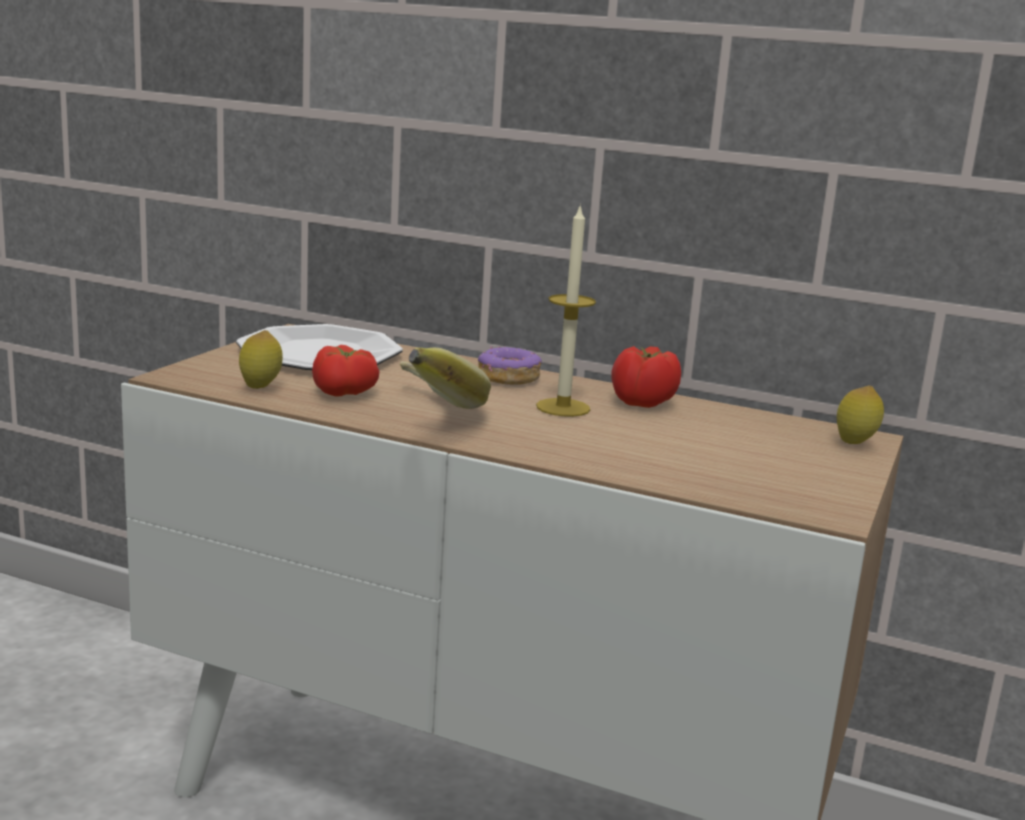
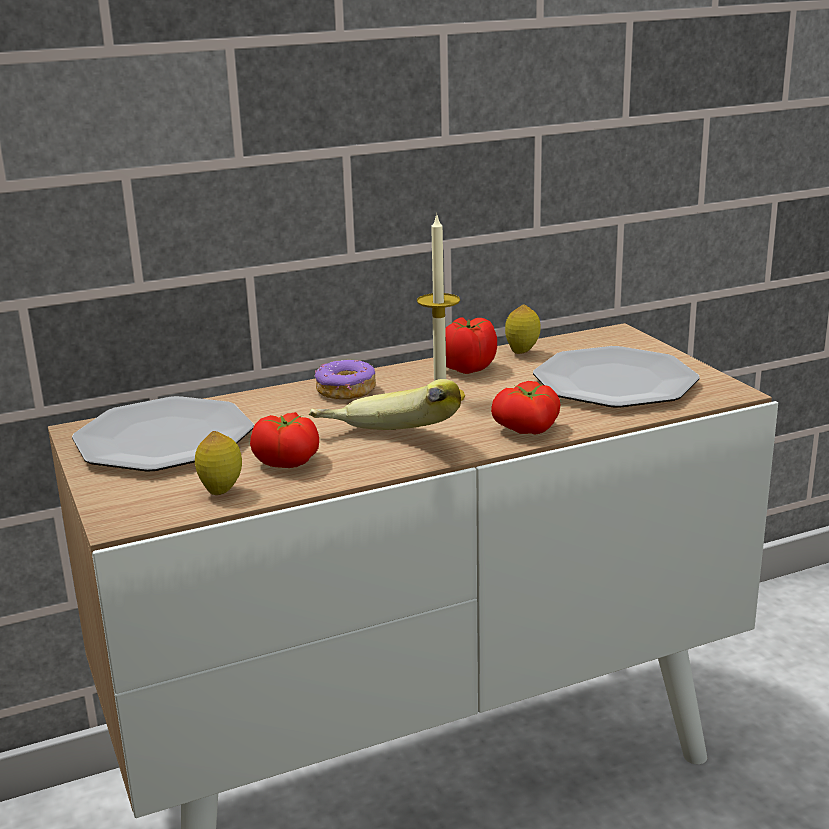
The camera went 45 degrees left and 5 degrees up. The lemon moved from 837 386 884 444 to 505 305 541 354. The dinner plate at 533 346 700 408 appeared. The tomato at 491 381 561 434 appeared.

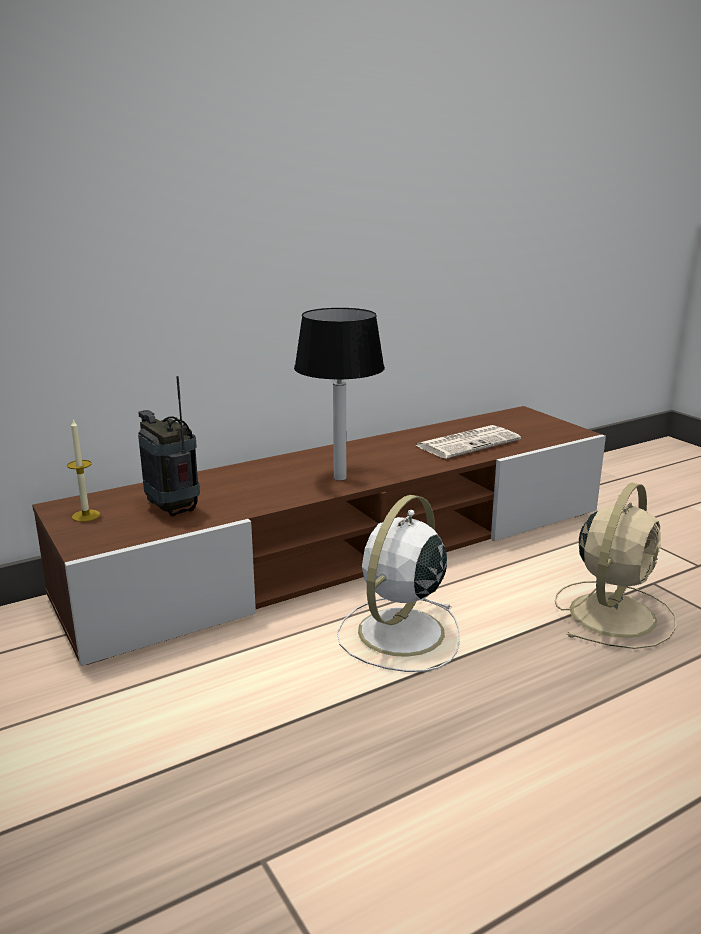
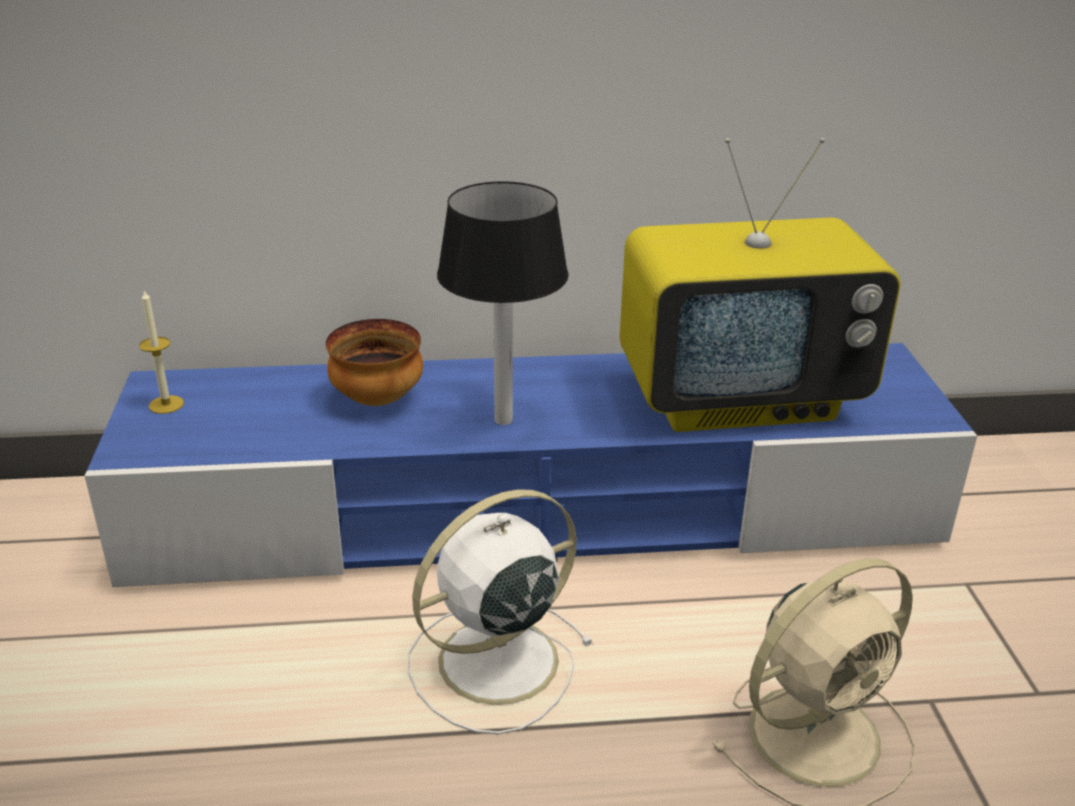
The camera went 25 degrees right and 10 degrees up. The radio at 138 376 200 516 disappeared. The brown media console at 32 406 606 666 became the blue media console at 85 343 977 587. The newspaper at 415 425 521 459 was replaced by the TV set at 620 138 901 432. The serving bowl at 326 319 423 406 appeared.

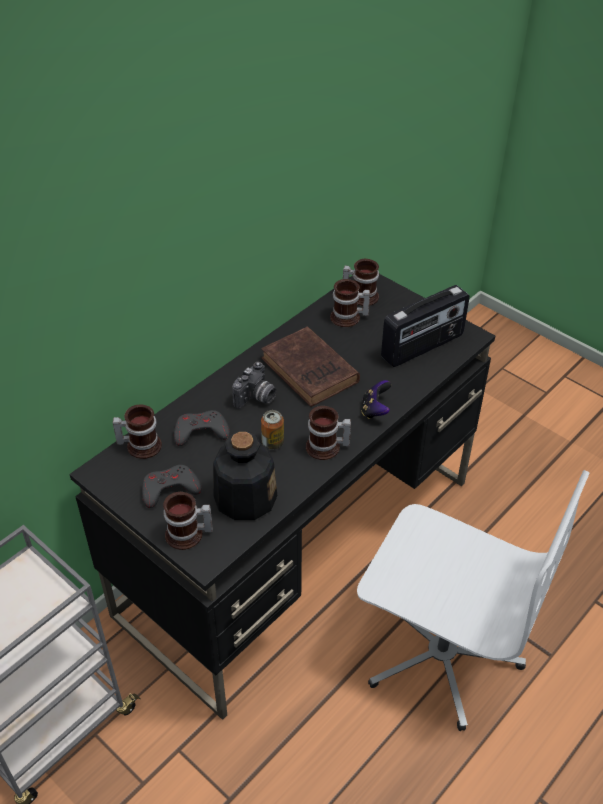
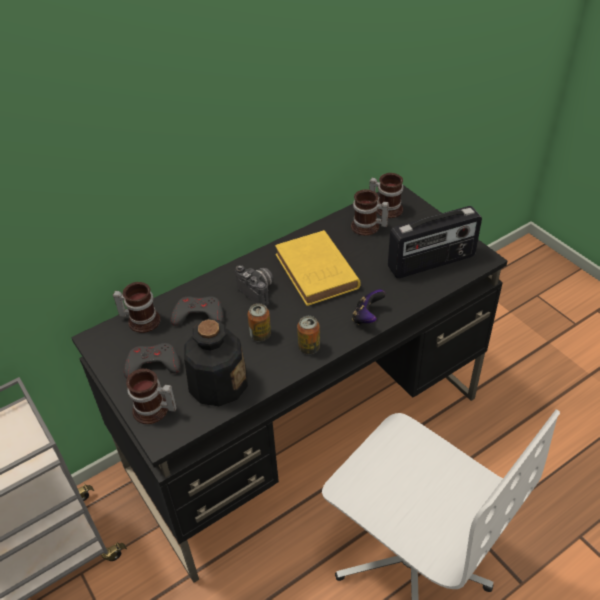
The camera went 15 degrees right and 0 degrees up. The brown book at 262 327 360 407 became the yellow book at 275 230 361 306. The photo camera at 232 362 277 409 turned 90 degrees counterclockwise. The coffee mug at 306 406 351 460 was replaced by the sealed can at 297 316 320 354.

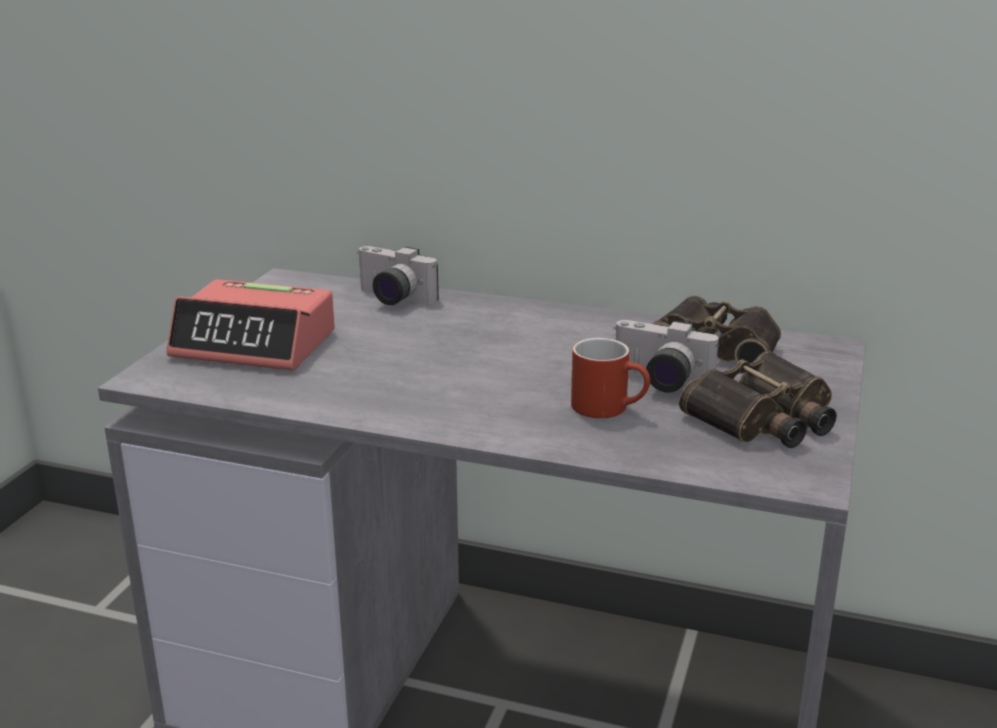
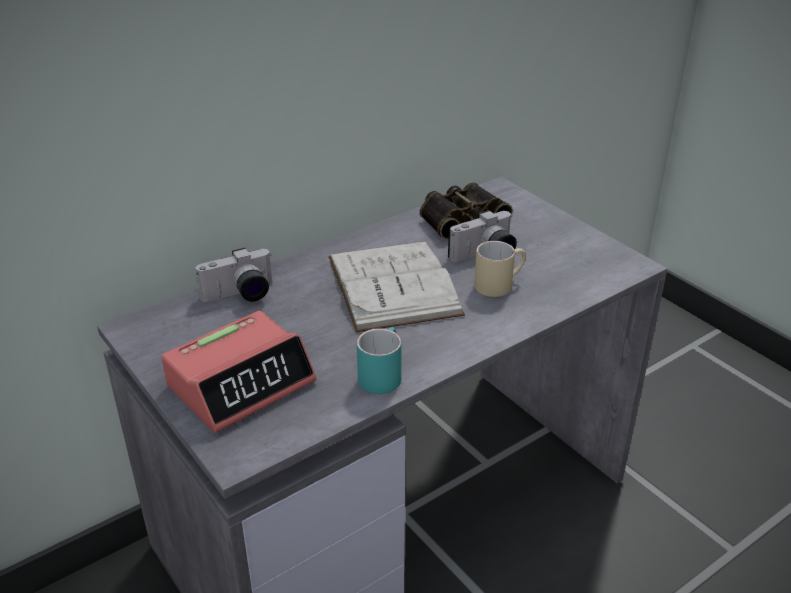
The camera went 55 degrees left and 10 degrees up. The red-coloured coffee mug at 571 338 650 418 became the sand-coloured coffee mug at 474 241 526 297. The field glasses at 679 351 837 448 disappeared. The white book at 328 241 465 333 appeared. The turquoise coffee mug at 357 327 402 394 appeared.

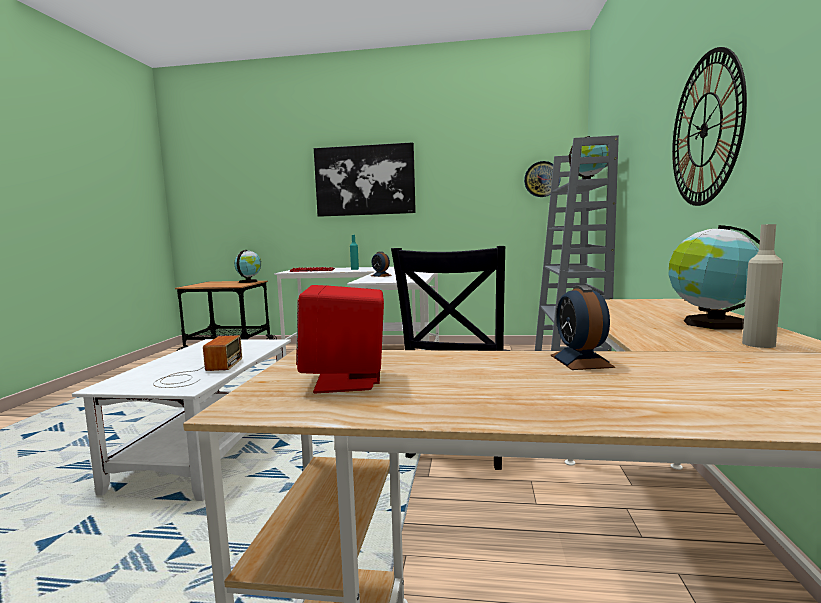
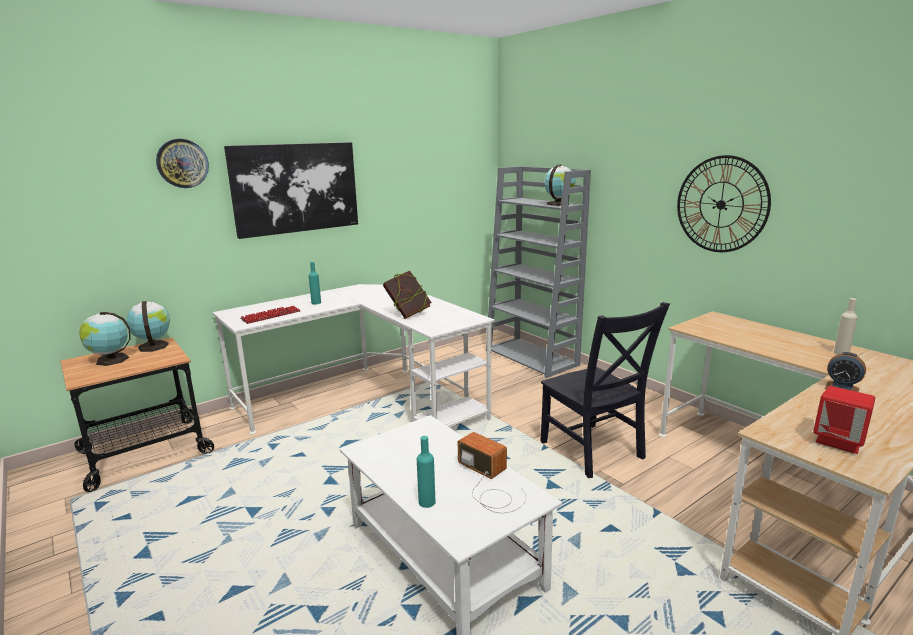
The camera went 45 degrees left and 10 degrees up. The clock on the wall moved from 524 161 561 197 to 156 139 209 188. The desk globe moved from 669 225 760 330 to 79 312 131 366. The table clock at 371 251 392 277 was replaced by the book at 383 271 432 319. The turquoise drink bottle at 417 436 435 508 appeared.

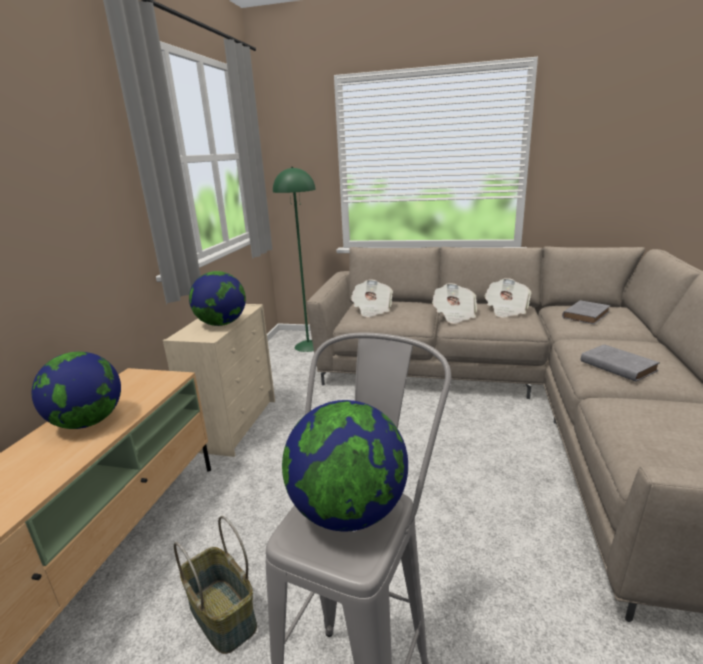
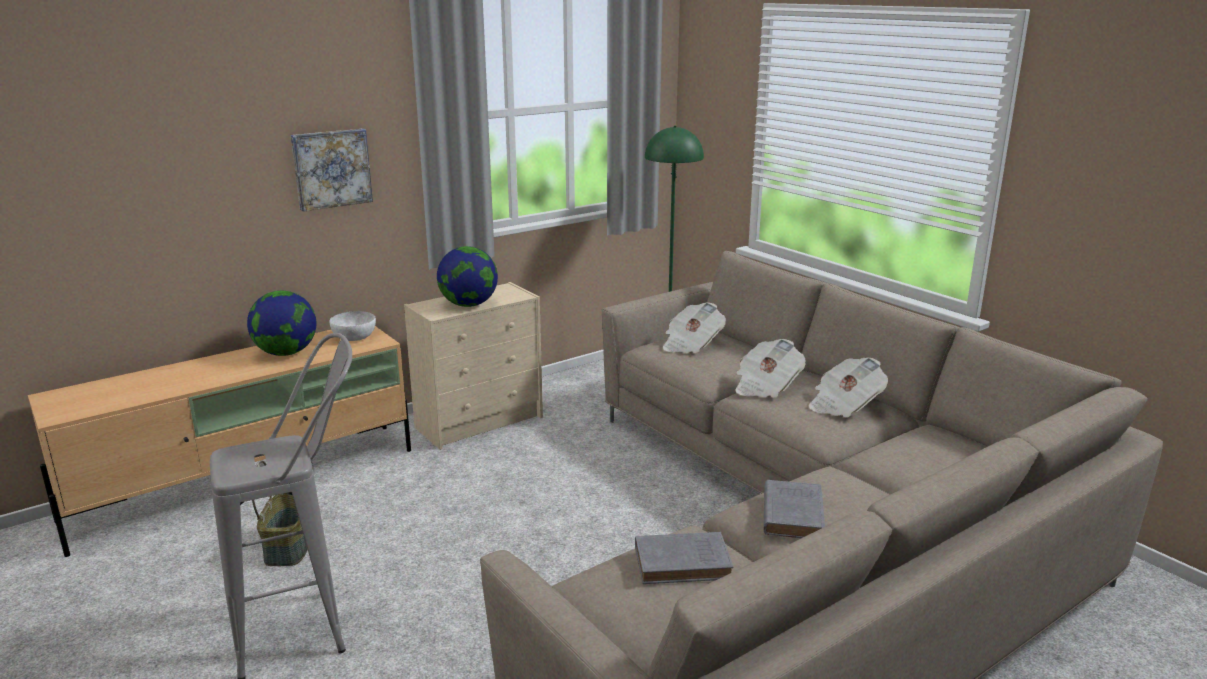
The camera went 40 degrees right and 0 degrees up. The greyish book moved from 562 300 610 324 to 635 532 733 584. The desk globe at 282 400 408 532 disappeared. The wall art at 291 128 373 212 appeared. The white serving bowl at 330 311 376 341 appeared.

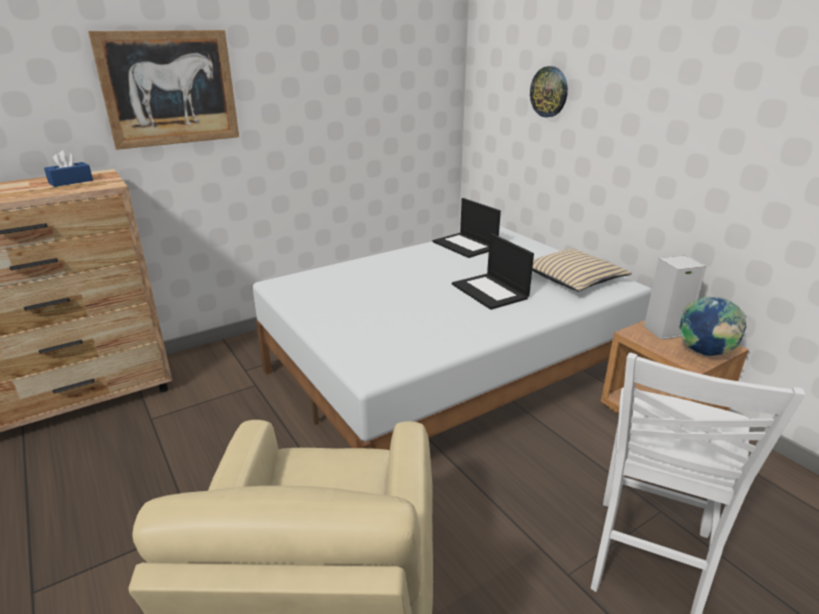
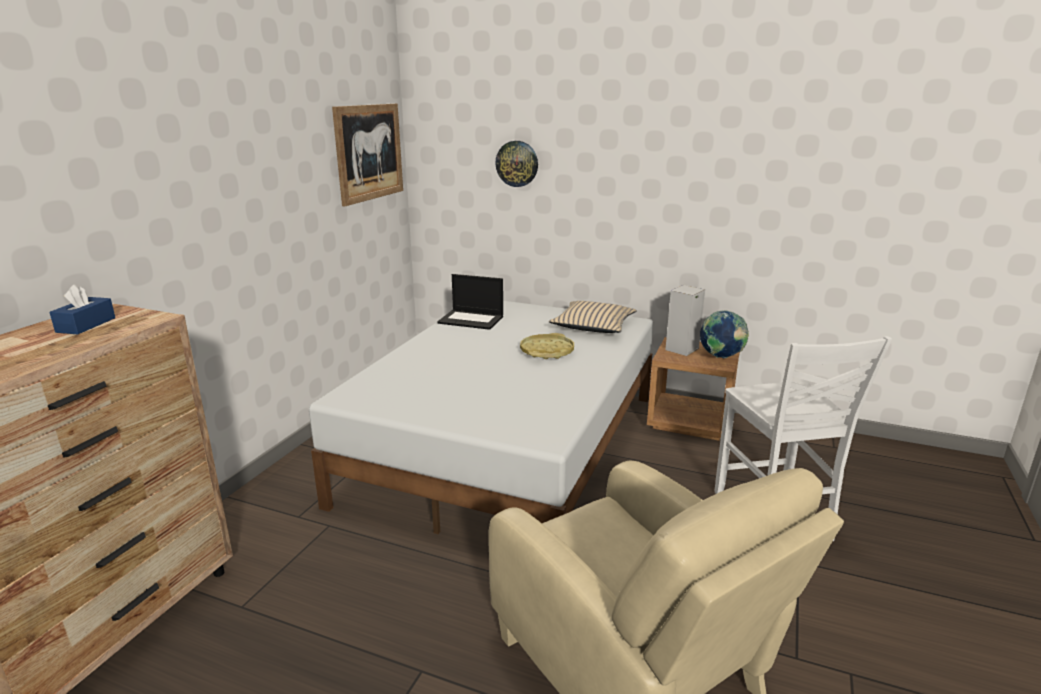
The camera went 35 degrees left and 5 degrees down. The wall art moved from 88 30 239 150 to 332 103 403 206. The notebook computer at 452 233 534 310 was replaced by the yellow tray at 520 333 574 359.

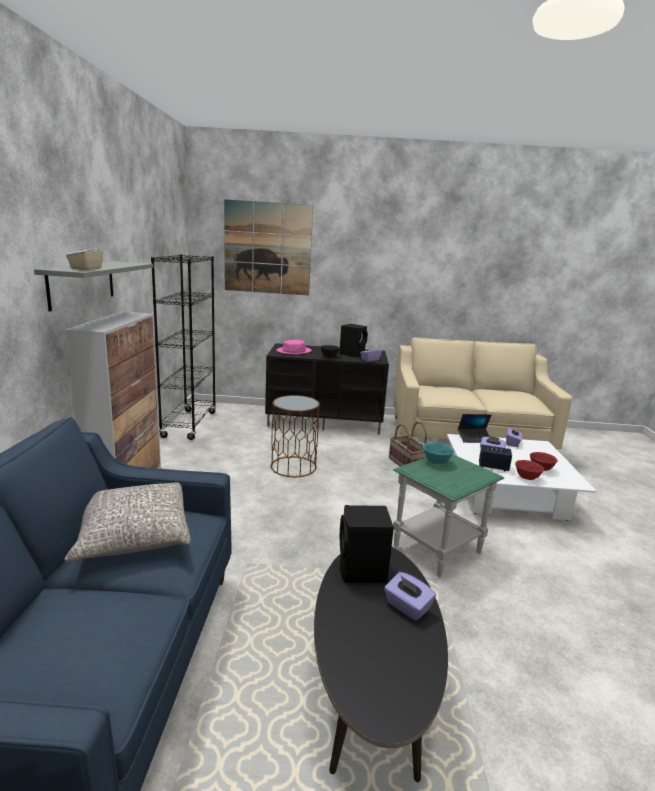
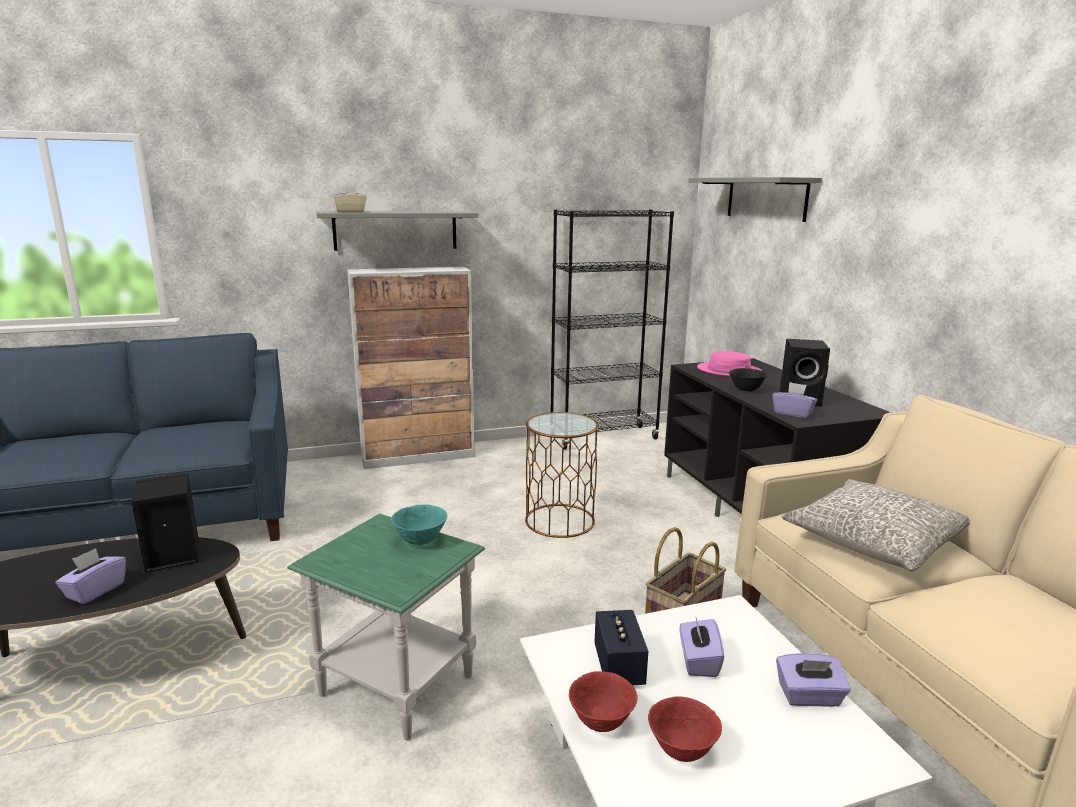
The camera went 70 degrees right and 0 degrees up. The wall art at 224 199 313 295 was replaced by the greyish shelf at 688 177 822 222. The notebook computer at 458 414 491 443 disappeared. The greyish throw pillow moved from 64 482 191 562 to 782 479 970 572.

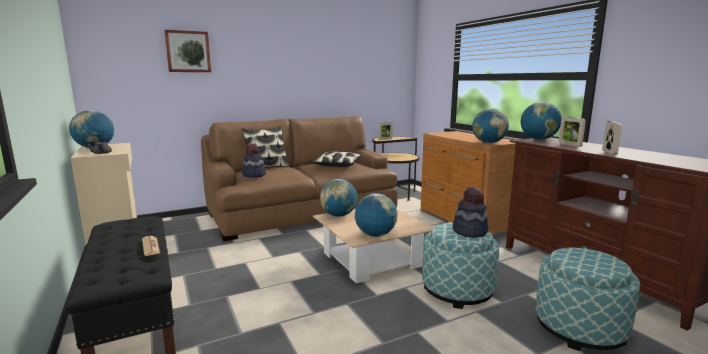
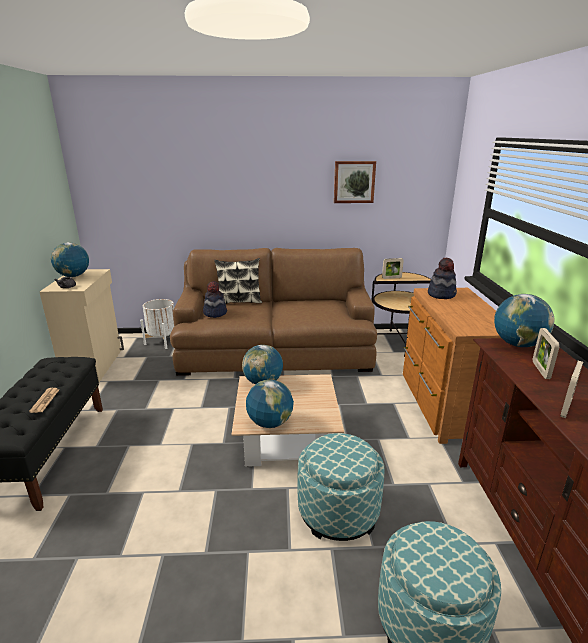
The camera went 25 degrees right and 10 degrees up. The wall art moved from 164 29 211 72 to 334 161 376 203. The desk globe at 472 108 509 143 disappeared. The throw pillow at 312 151 361 167 disappeared. The wearable hat moved from 453 186 489 238 to 428 257 457 299. The white flower pot at 140 299 174 349 appeared.

